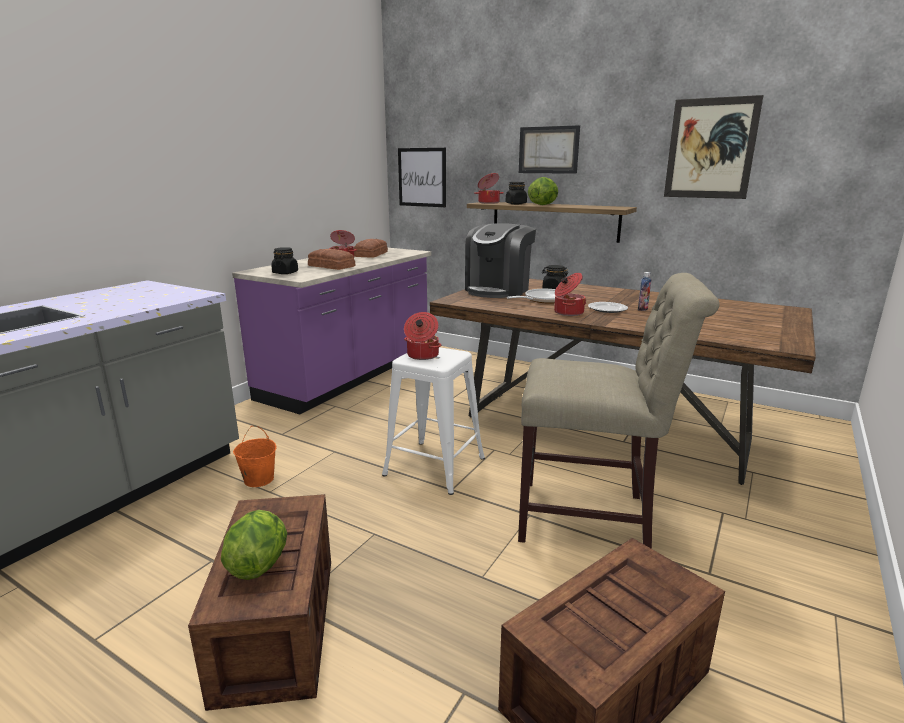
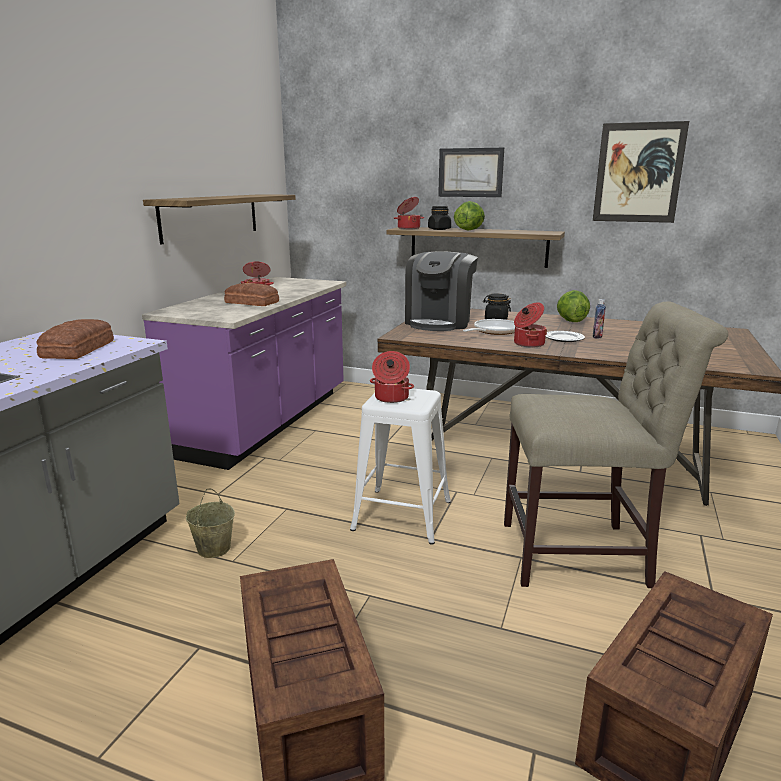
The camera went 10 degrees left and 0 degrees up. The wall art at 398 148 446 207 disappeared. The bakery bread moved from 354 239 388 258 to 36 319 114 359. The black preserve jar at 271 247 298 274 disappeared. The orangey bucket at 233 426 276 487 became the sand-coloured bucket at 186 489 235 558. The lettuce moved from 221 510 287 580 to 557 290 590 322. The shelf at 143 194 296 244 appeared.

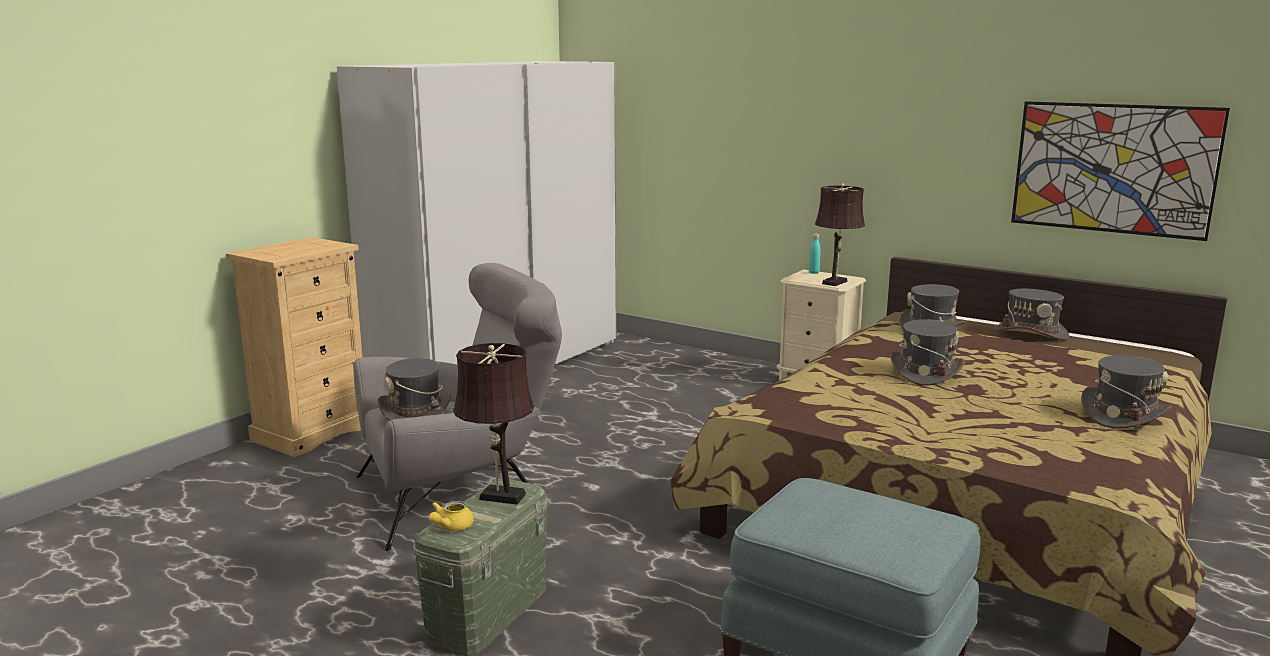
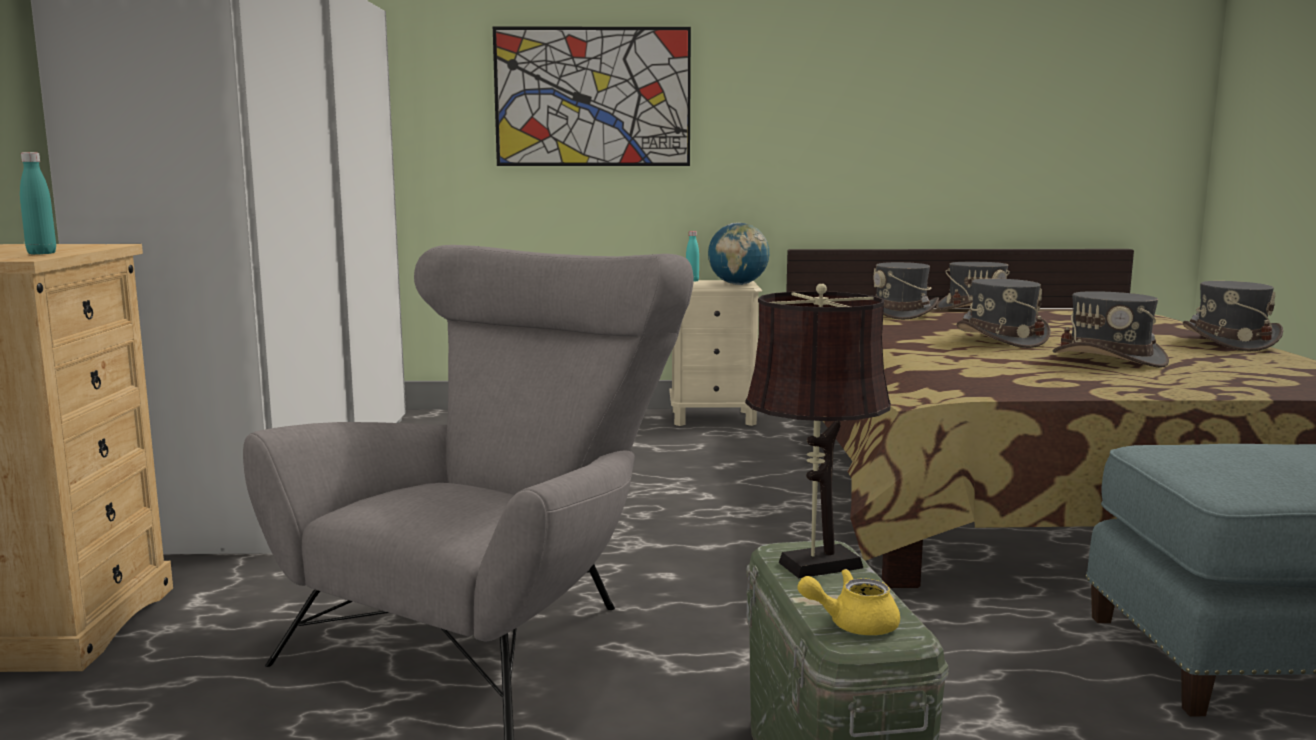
The camera went 35 degrees left and 5 degrees down. The wall art moved from 1011 101 1230 241 to 493 26 691 166. The brown table lamp at 815 183 865 286 was replaced by the desk globe at 708 223 770 285. The greyish wearable hat moved from 378 358 451 421 to 1052 291 1169 368. The yellow teapot at 429 501 474 531 turned 90 degrees clockwise. The turquoise drink bottle at 20 152 56 254 appeared.

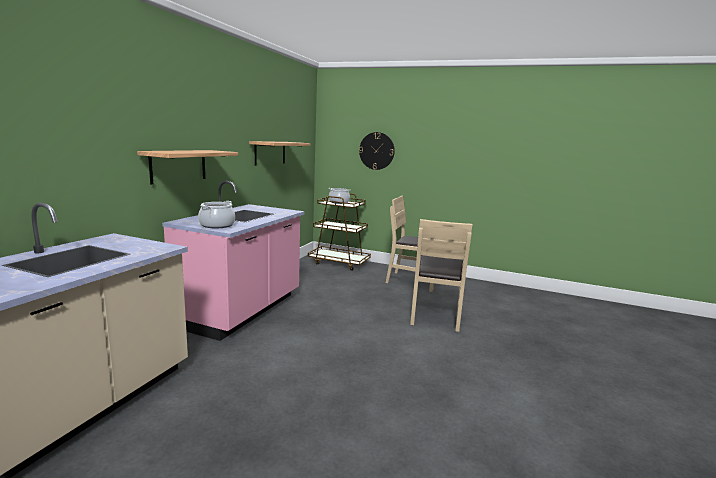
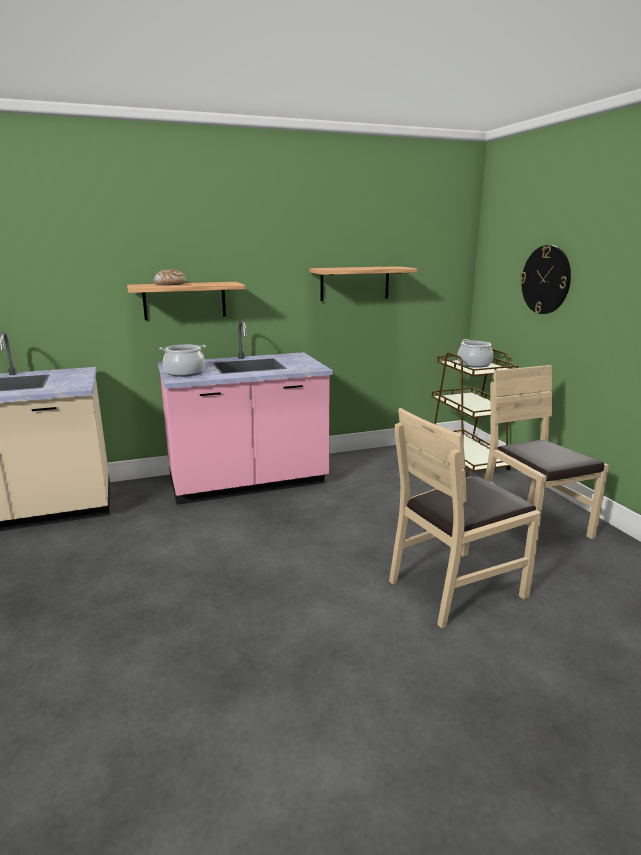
The camera went 50 degrees right and 5 degrees up. The bakery bread at 153 269 187 285 appeared.

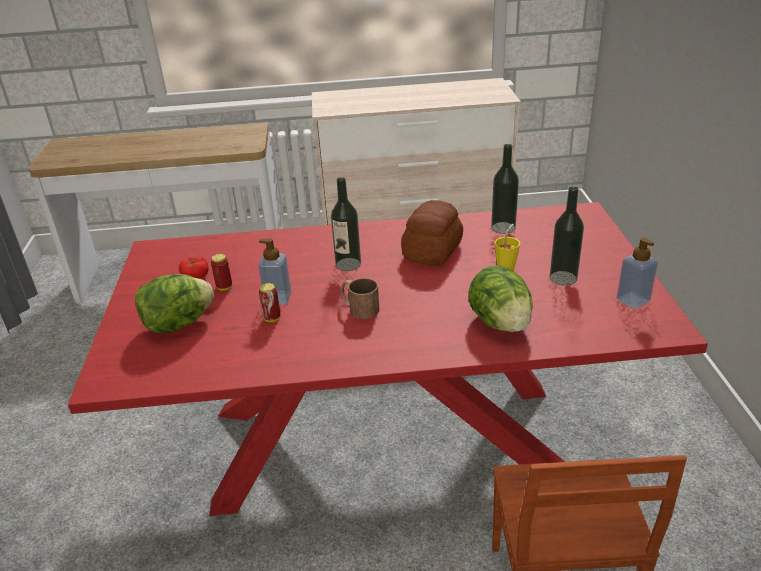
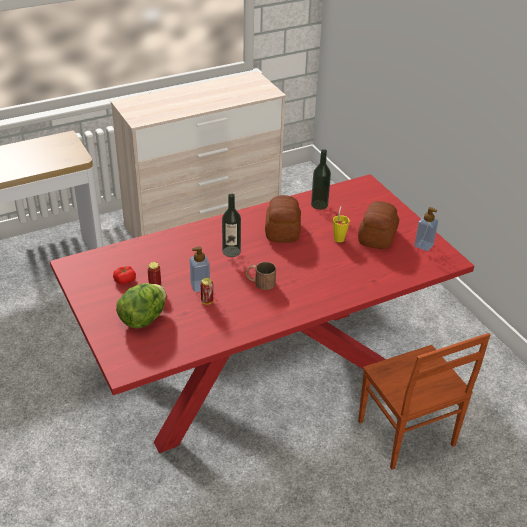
The camera went 25 degrees left and 5 degrees up. The drink bottle at 550 187 584 286 was replaced by the bakery bread at 358 201 399 249. The lettuce at 468 265 533 332 disappeared.

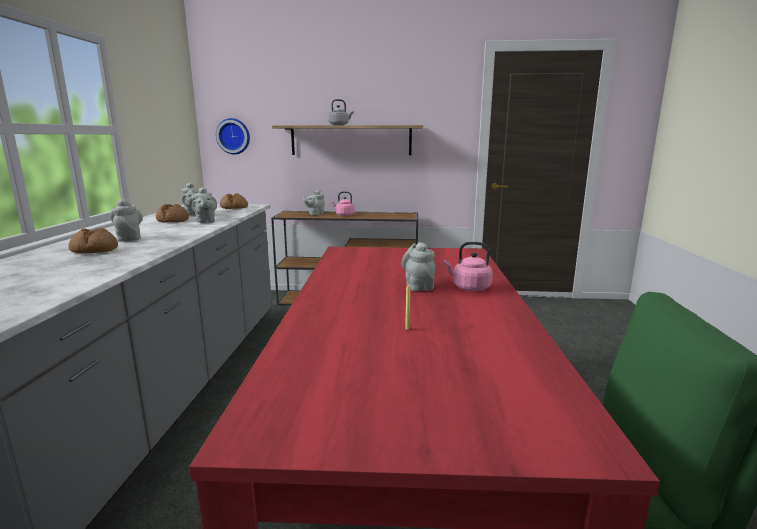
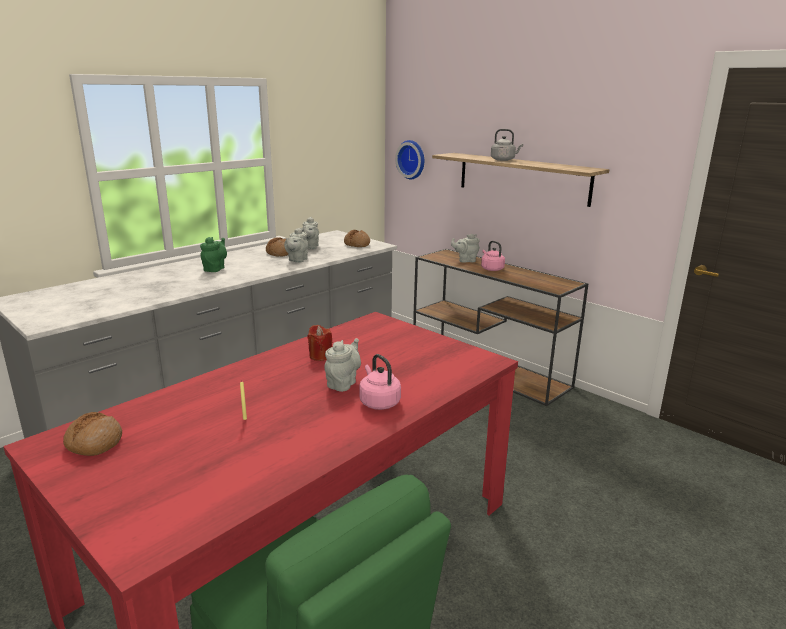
The camera went 40 degrees right and 5 degrees up. The greyish teapot at 110 199 143 242 became the green-coloured teapot at 200 237 227 272. The bakery bread moved from 68 228 118 253 to 63 412 122 456. The red-coloured candle at 307 325 332 361 appeared.

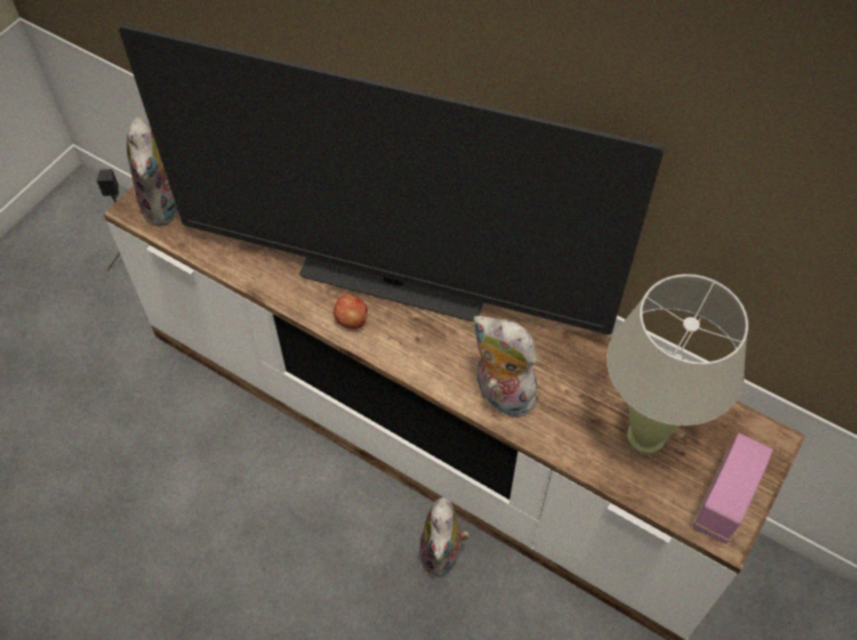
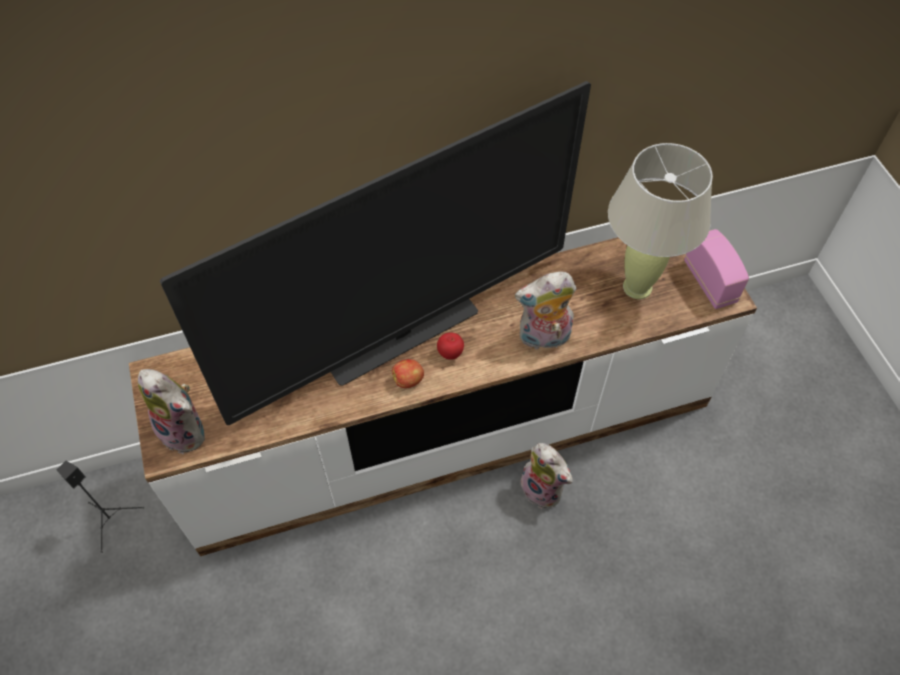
The camera went 50 degrees left and 0 degrees up. The whole apple at 437 332 464 360 appeared.

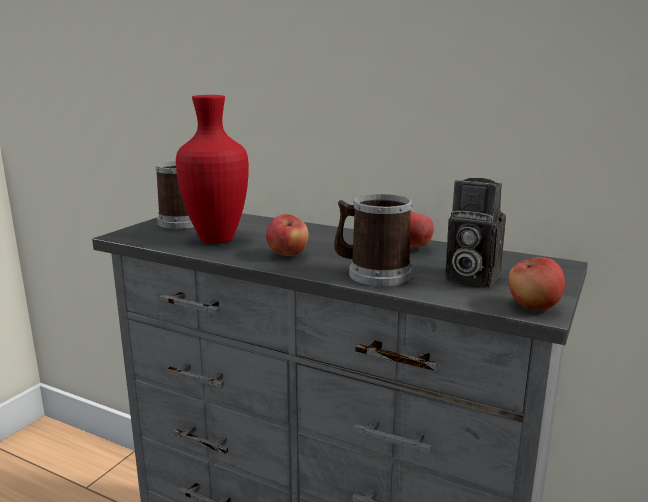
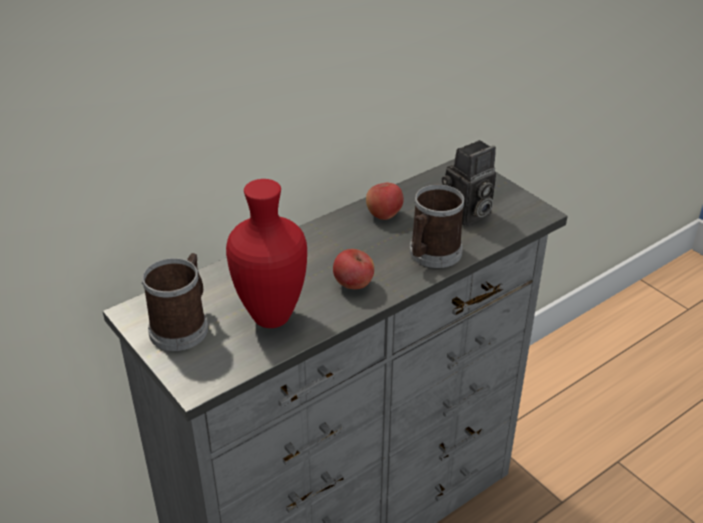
The camera went 65 degrees left and 20 degrees up. The whole apple at 508 257 565 311 disappeared.

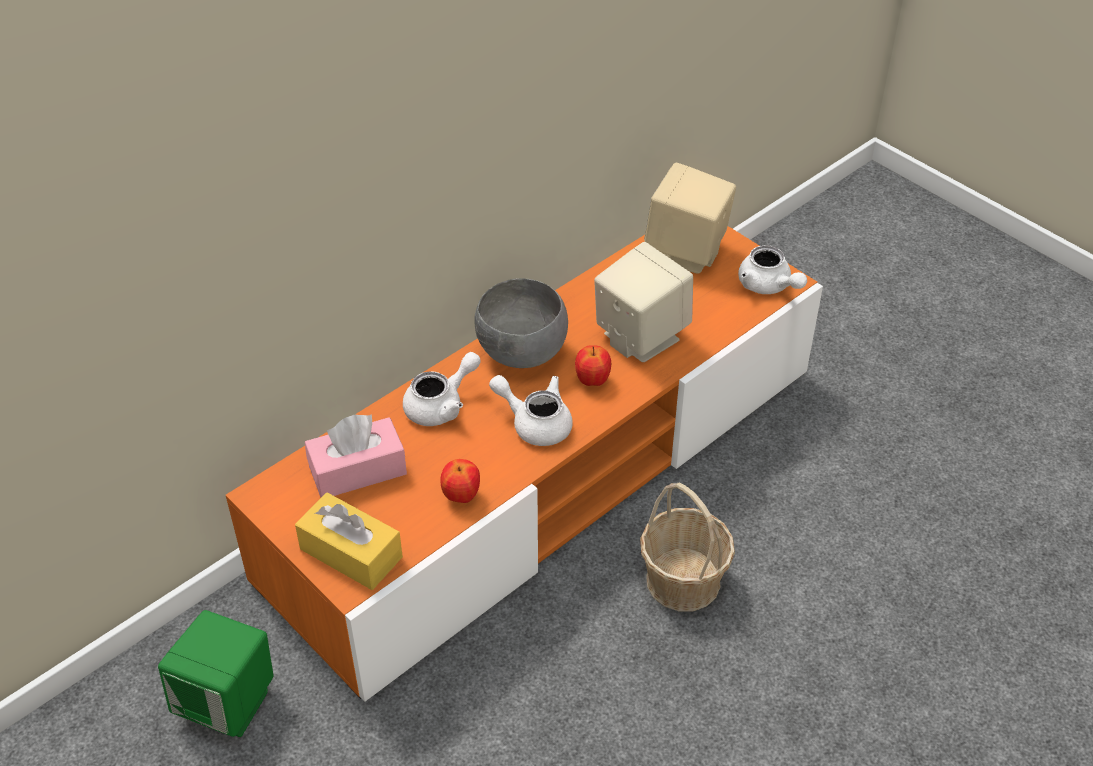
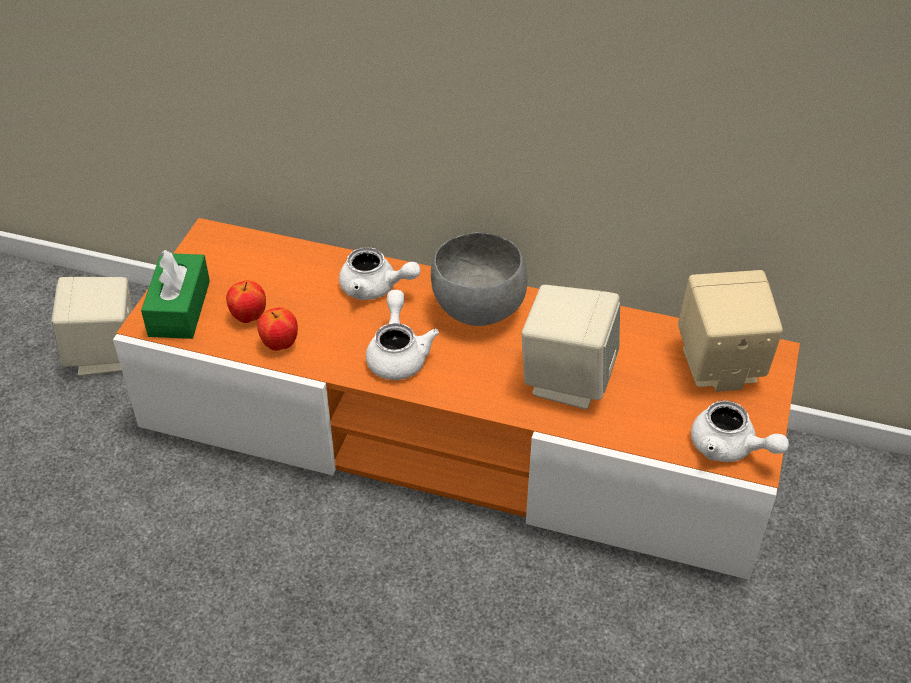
The camera went 60 degrees right and 0 degrees up. The white teapot at 738 245 807 294 turned 75 degrees counterclockwise. The whole apple moved from 575 345 611 386 to 226 280 266 323. The pink-coloured tissue holder at 305 414 407 497 disappeared. The storage basket at 640 483 735 611 disappeared. The yellow tissue holder at 295 492 403 590 became the green-coloured tissue holder at 141 250 210 339. The green-coloured speaker at 158 610 274 737 became the sand-coloured speaker at 52 277 132 376.

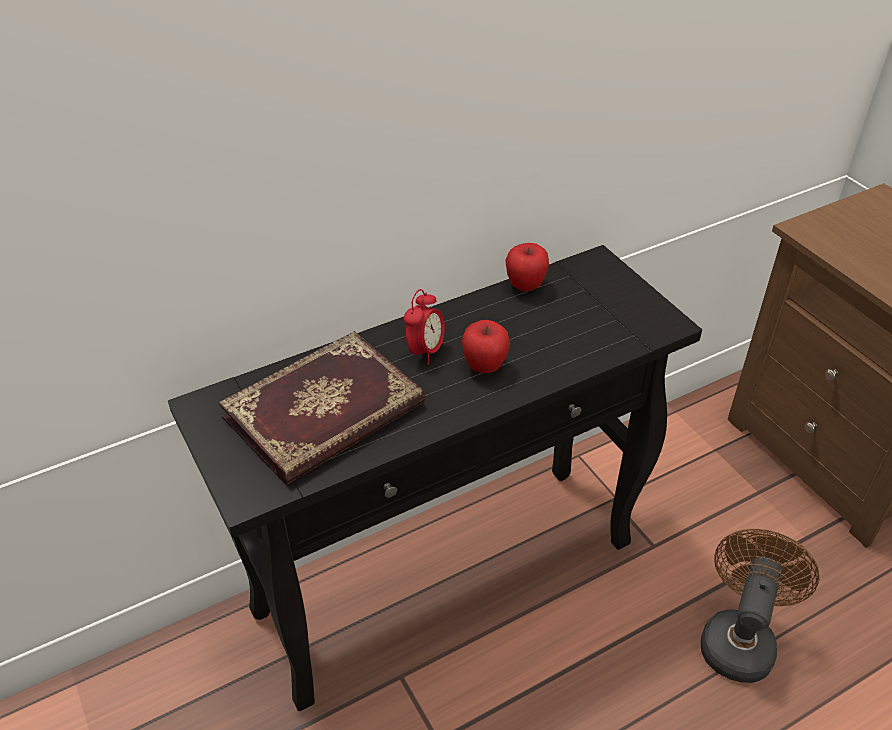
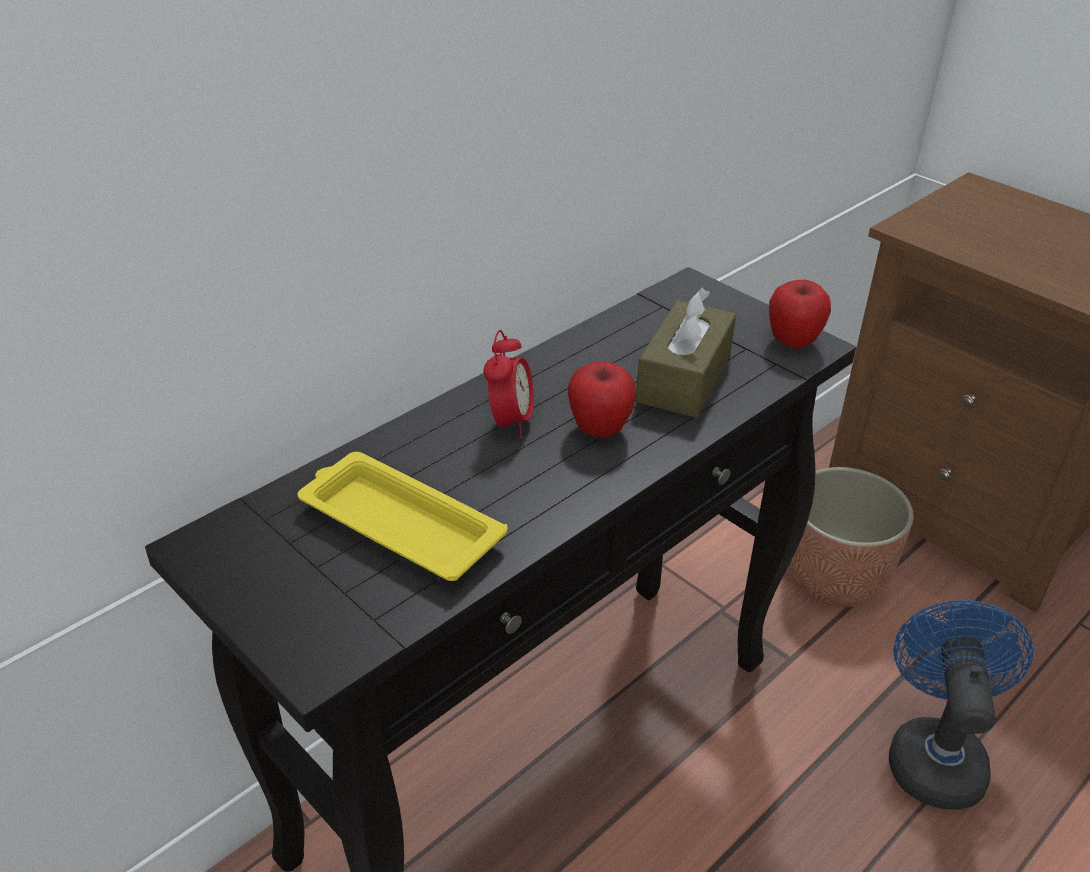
The camera went 15 degrees left and 5 degrees down. The whole apple moved from 505 243 549 292 to 769 280 831 348. The book at 219 331 425 485 was replaced by the yellow tray at 298 452 508 581. The brown electric fan at 700 529 819 683 became the blue electric fan at 889 600 1033 810. The brown tissue holder at 635 288 736 418 appeared. The flower pot at 787 467 914 607 appeared.

